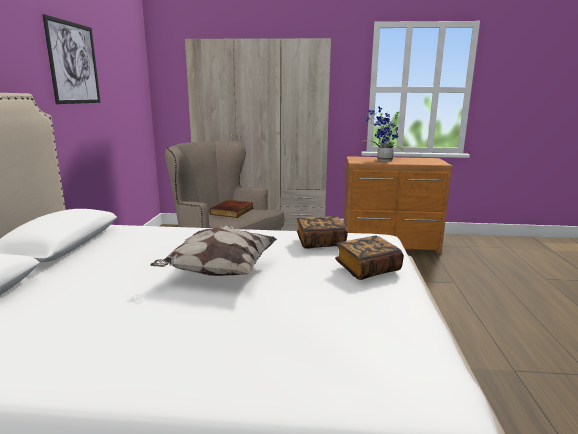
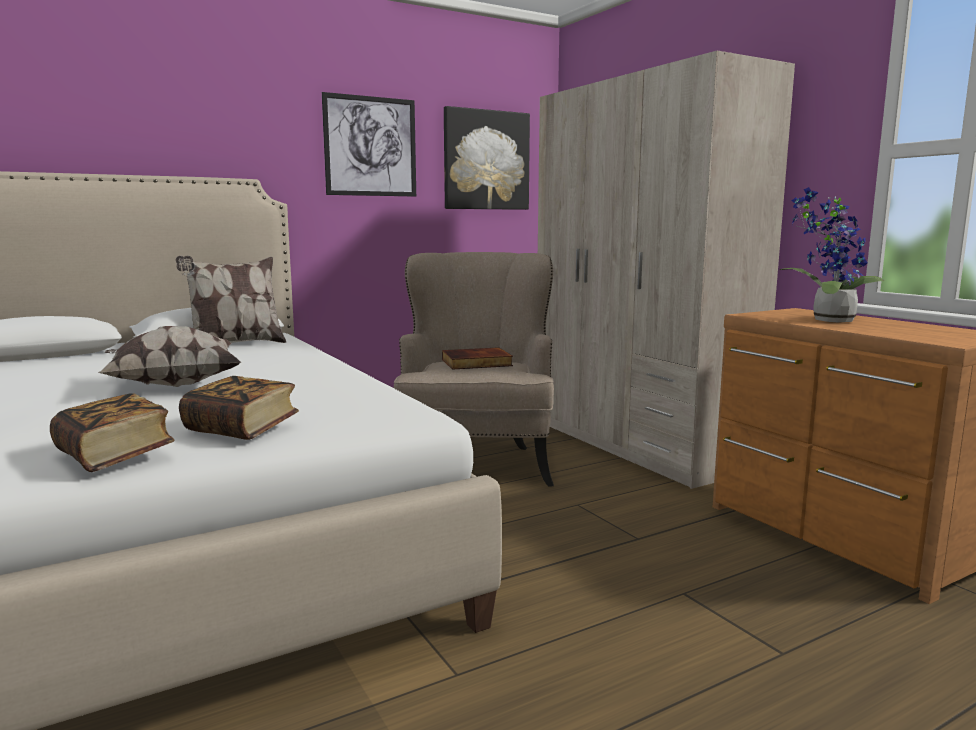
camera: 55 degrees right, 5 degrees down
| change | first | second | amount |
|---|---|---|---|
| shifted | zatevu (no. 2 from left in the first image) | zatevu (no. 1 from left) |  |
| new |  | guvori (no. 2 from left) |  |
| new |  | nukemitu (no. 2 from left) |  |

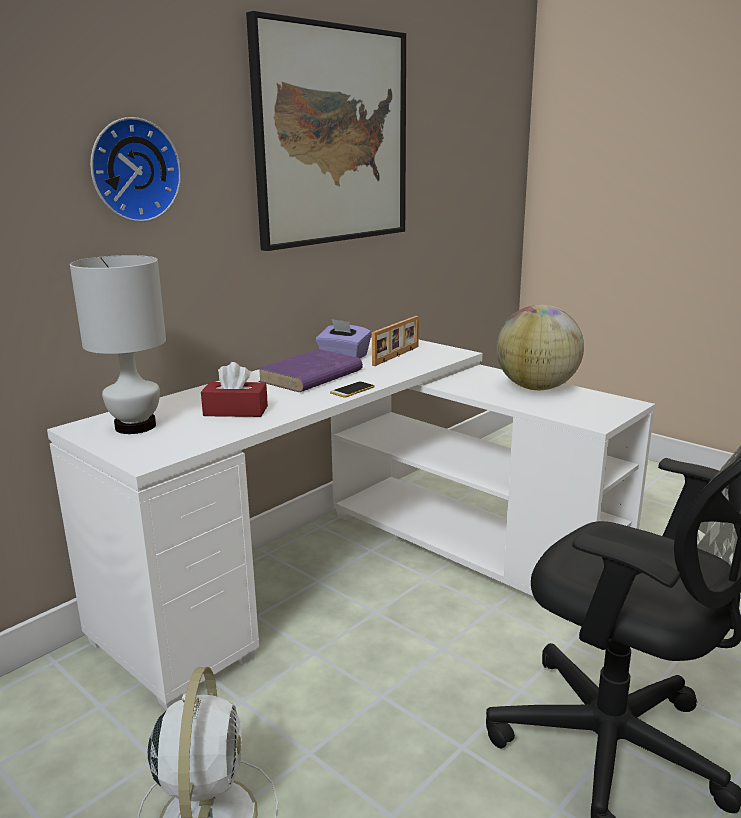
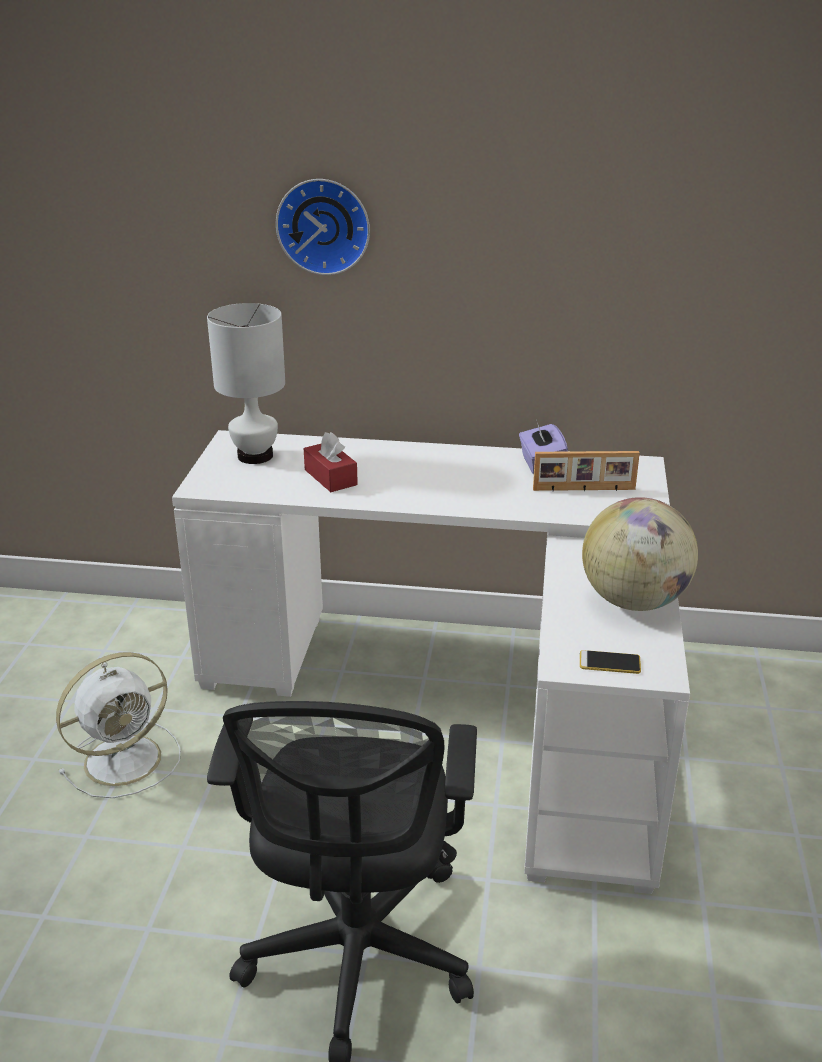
camera: 55 degrees right, 10 degrees up
| change | first | second | amount |
|---|---|---|---|
| shifted | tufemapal |  |  |
| gone | nukemitu |  |  |
| gone | purple_zatevu |  |  |

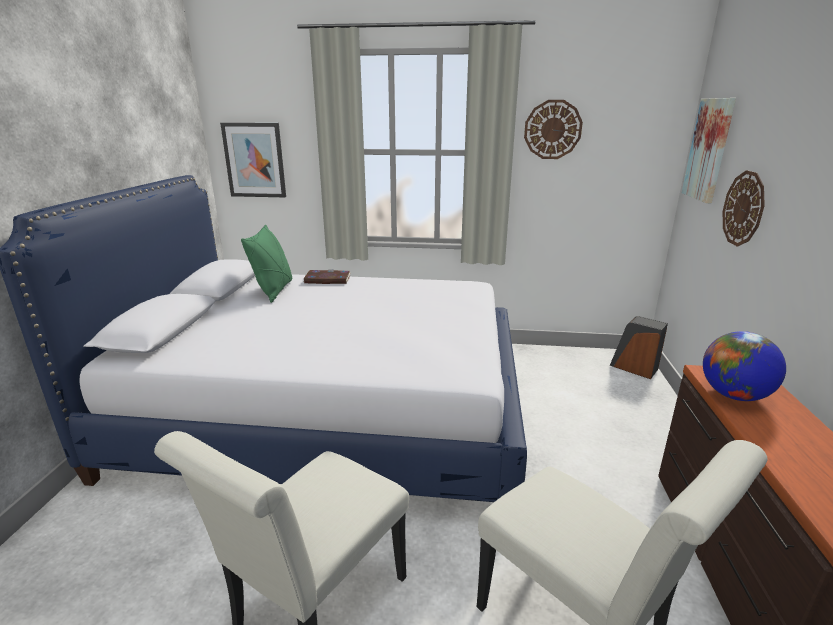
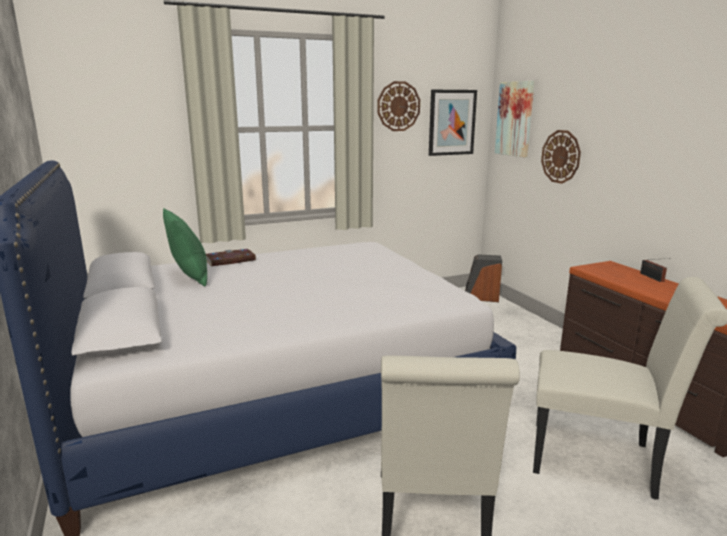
camera: 30 degrees left, 5 degrees down
| change | first | second | amount |
|---|---|---|---|
| shifted | nukemitu (no. 1 from left) |  |  |
| new |  | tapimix |  |
| gone | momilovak |  |  |

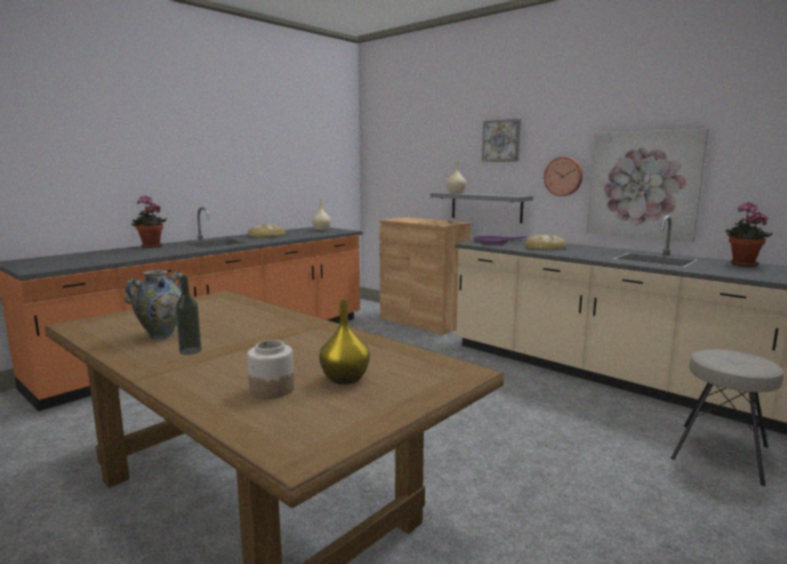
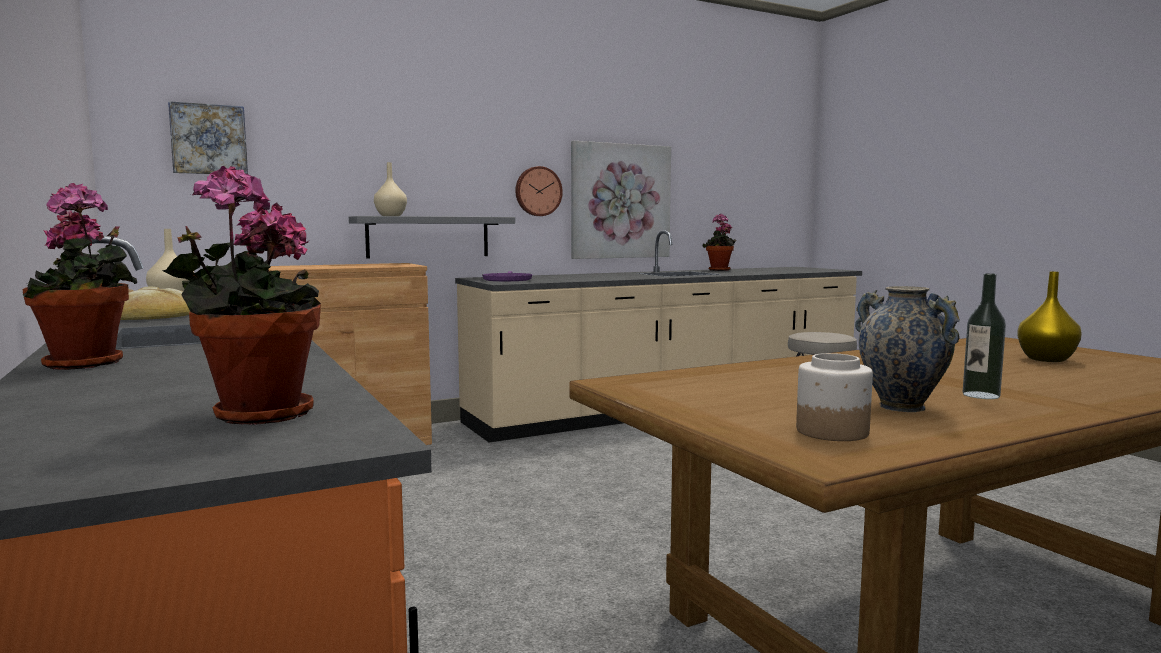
camera: 70 degrees left, 5 degrees down
| change | first | second | amount |
|---|---|---|---|
| new |  | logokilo (no. 2 from left) |  |
| shifted | nukemitu (no. 1 from left) |  |  |
| shifted | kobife |  |  |
| gone | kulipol (no. 2 from left) |  |  |

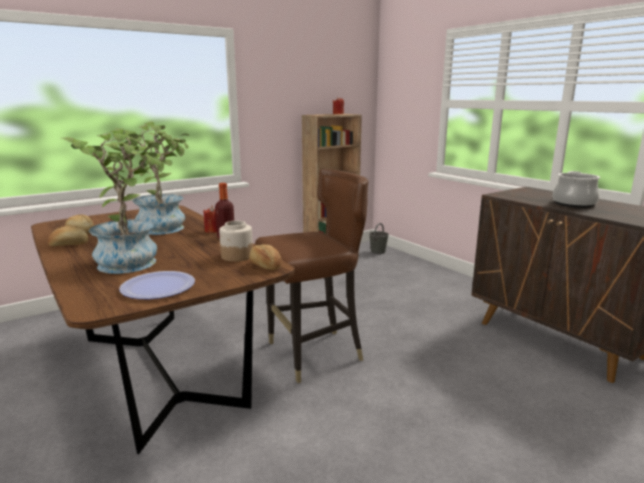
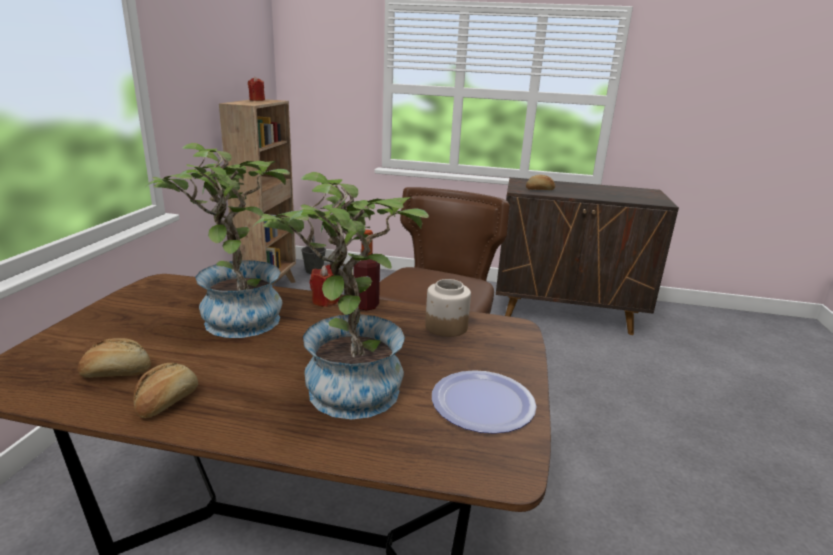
camera: 45 degrees left, 5 degrees up
| change | first | second | amount |
|---|---|---|---|
| shifted | kulipol (no. 3 from left) |  |  |
| gone | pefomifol |  |  |

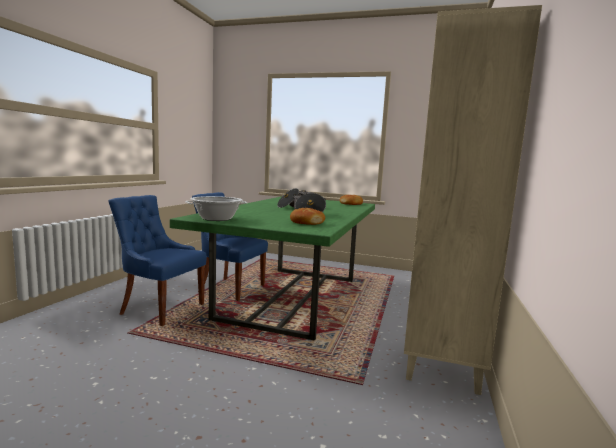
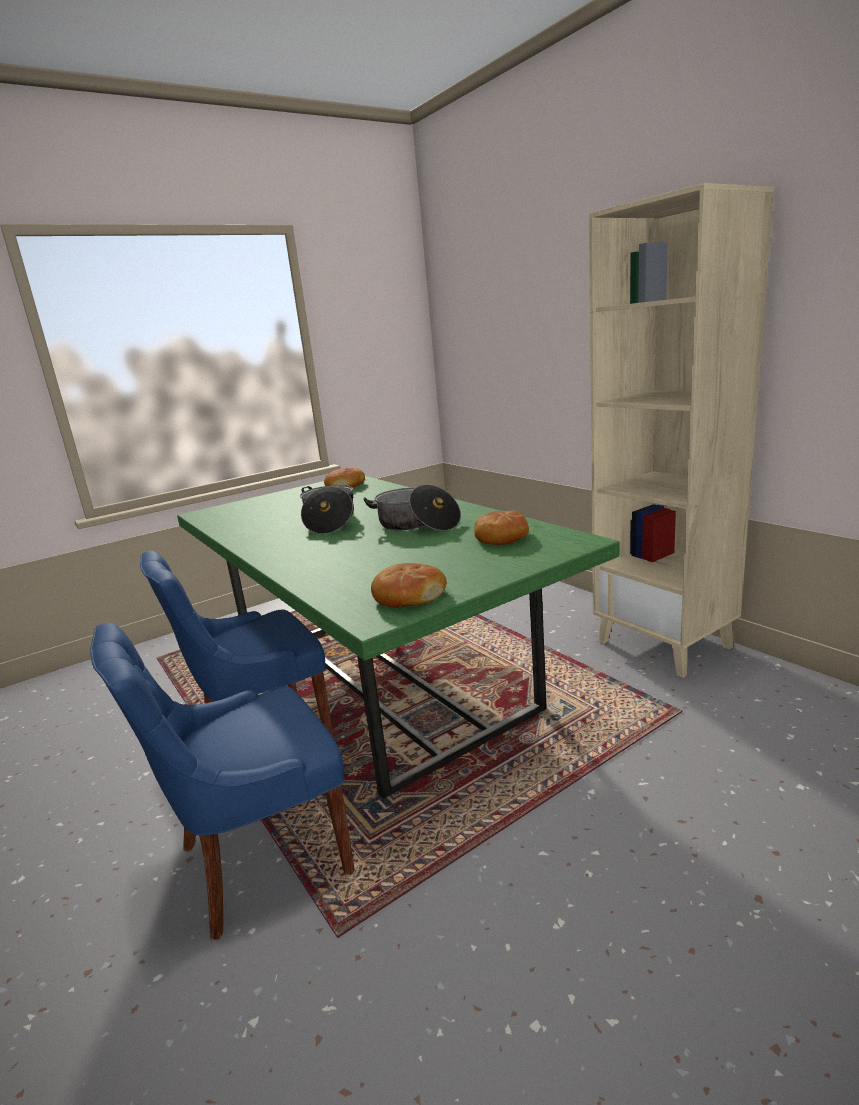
camera: 50 degrees left, 10 degrees up
| change | first | second | amount |
|---|---|---|---|
| swapped | pefomifol (no. 1 from left) | kulipol (no. 2 from left) |  |

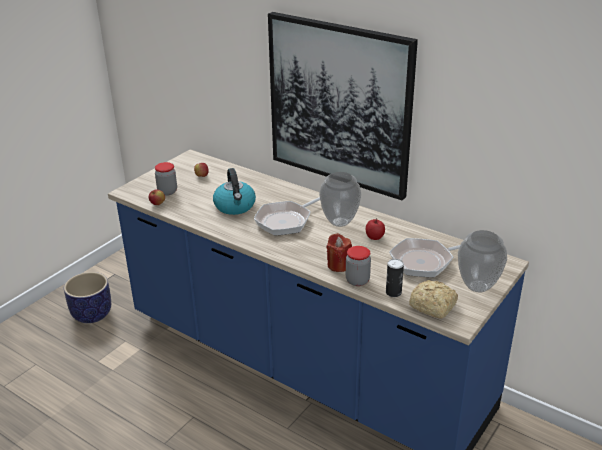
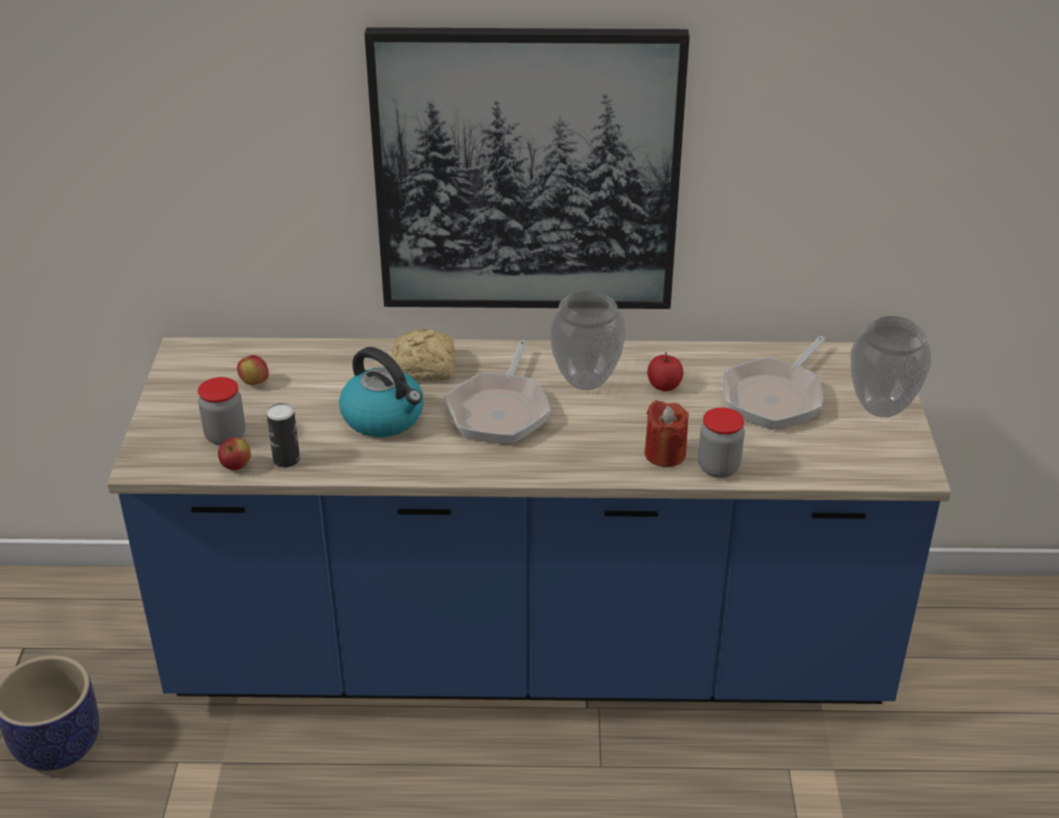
camera: 35 degrees left, 5 degrees up
| change | first | second | amount |
|---|---|---|---|
| shifted | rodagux |  |  |
| shifted | kulipol |  |  |

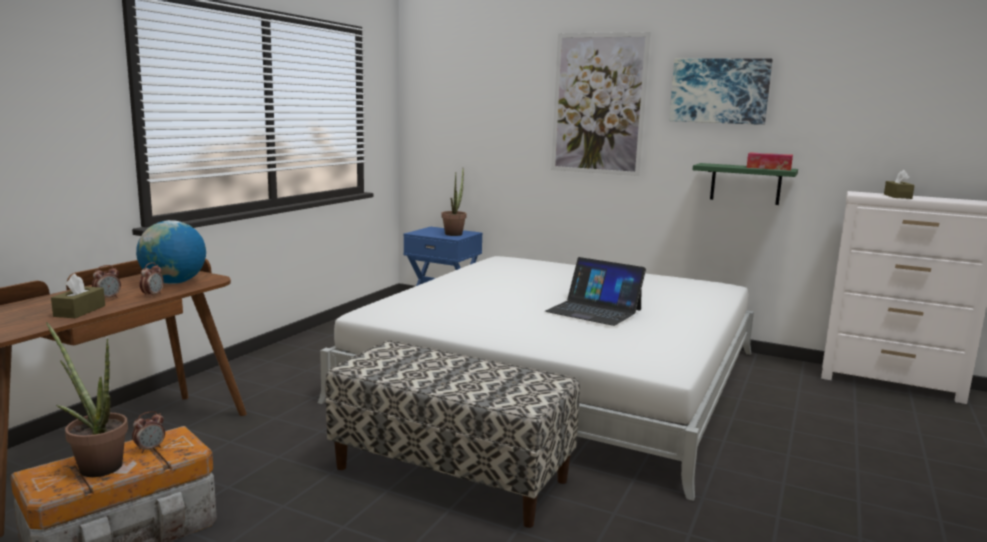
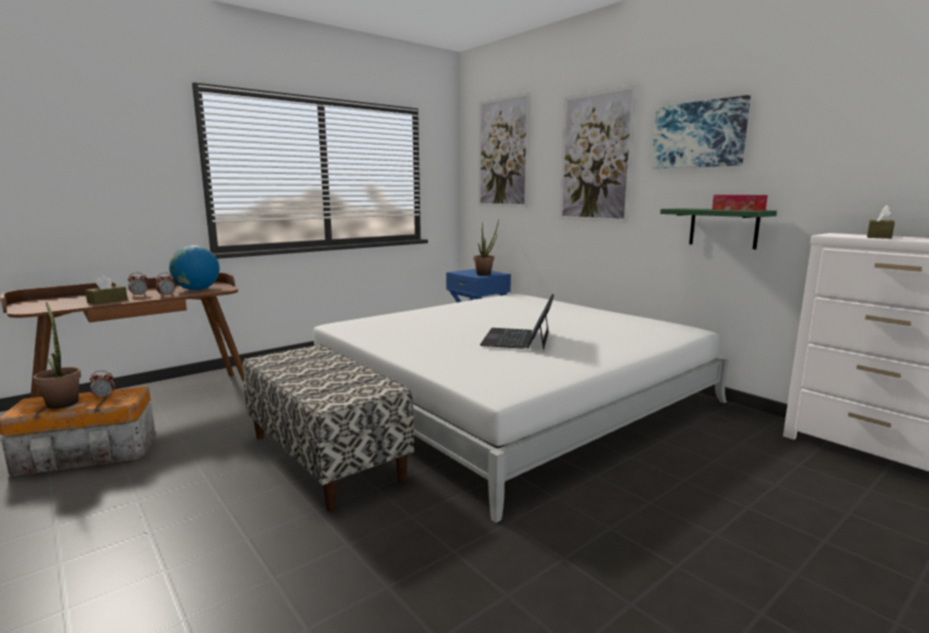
camera: 25 degrees right, 0 degrees up
| change | first | second | amount |
|---|---|---|---|
| new |  | nukemitu (no. 1 from left) |  |
| rotated | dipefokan |  | 45 degrees clockwise |

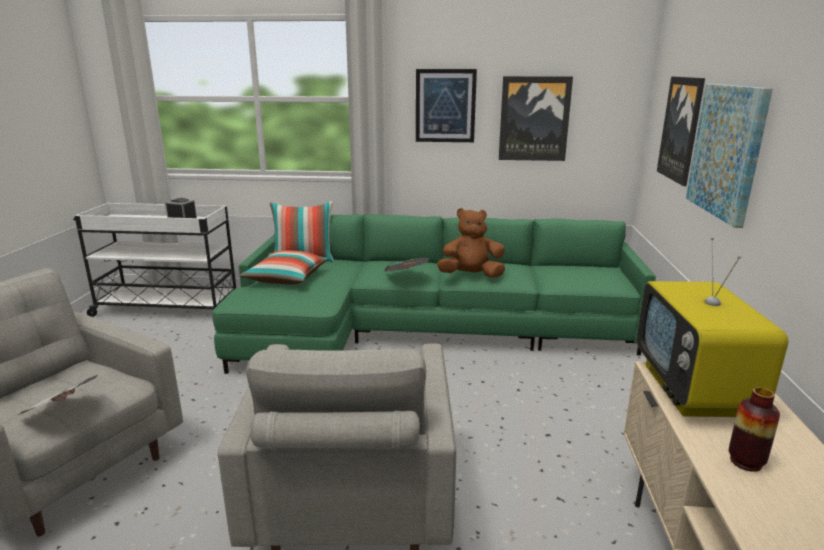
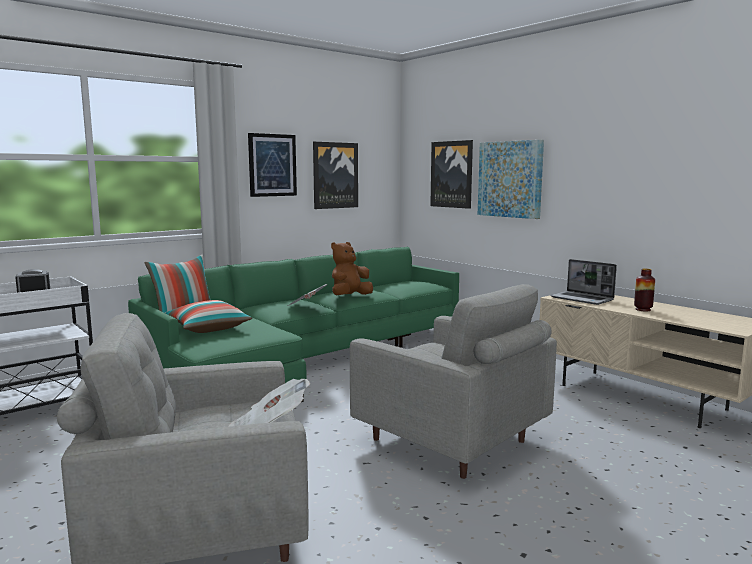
camera: 45 degrees left, 10 degrees down
| change | first | second | amount |
|---|---|---|---|
| swapped | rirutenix | dipefokan |  |

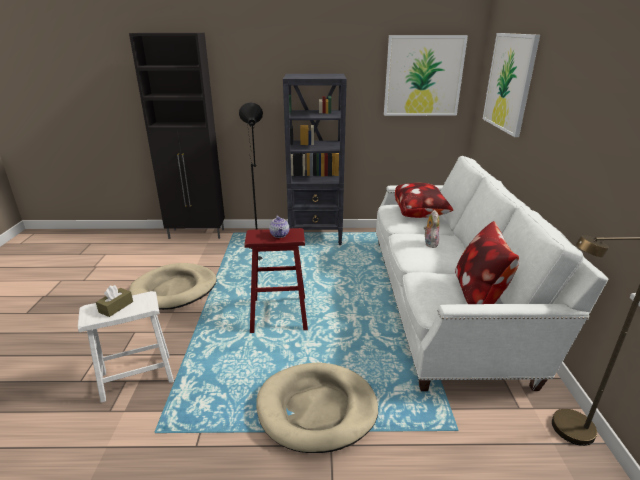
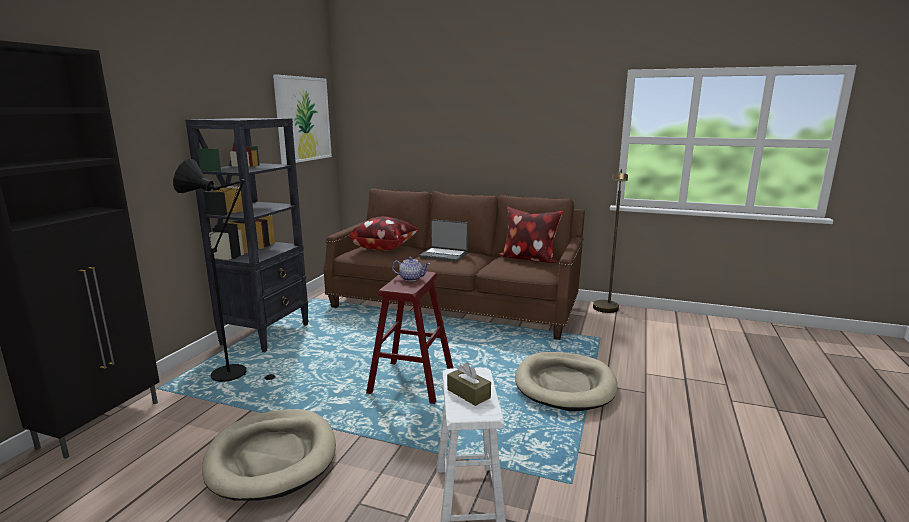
camera: 70 degrees left, 10 degrees down
| change | first | second | amount |
|---|---|---|---|
| repainted | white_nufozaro | brown_nufozaro |  |
| swapped | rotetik | dipefokan |  |
| gone | nukemitu (no. 2 from left) |  |  |

